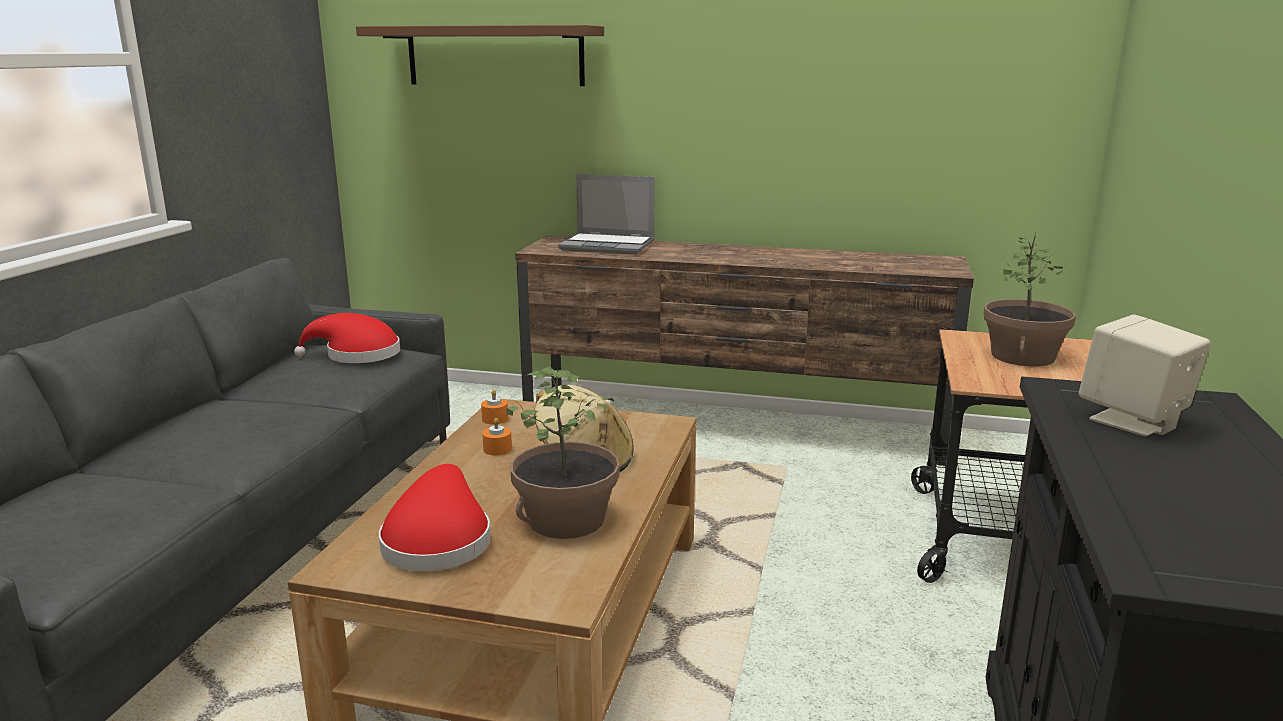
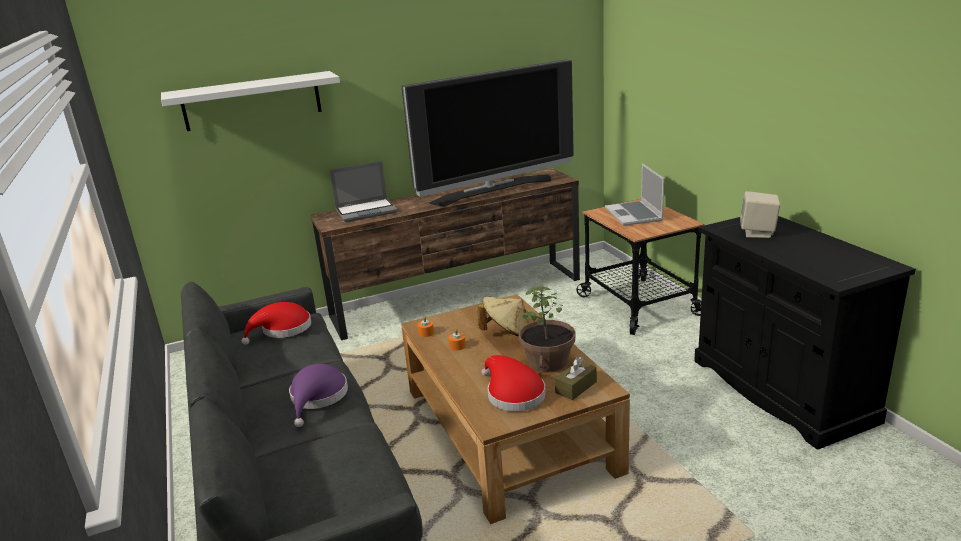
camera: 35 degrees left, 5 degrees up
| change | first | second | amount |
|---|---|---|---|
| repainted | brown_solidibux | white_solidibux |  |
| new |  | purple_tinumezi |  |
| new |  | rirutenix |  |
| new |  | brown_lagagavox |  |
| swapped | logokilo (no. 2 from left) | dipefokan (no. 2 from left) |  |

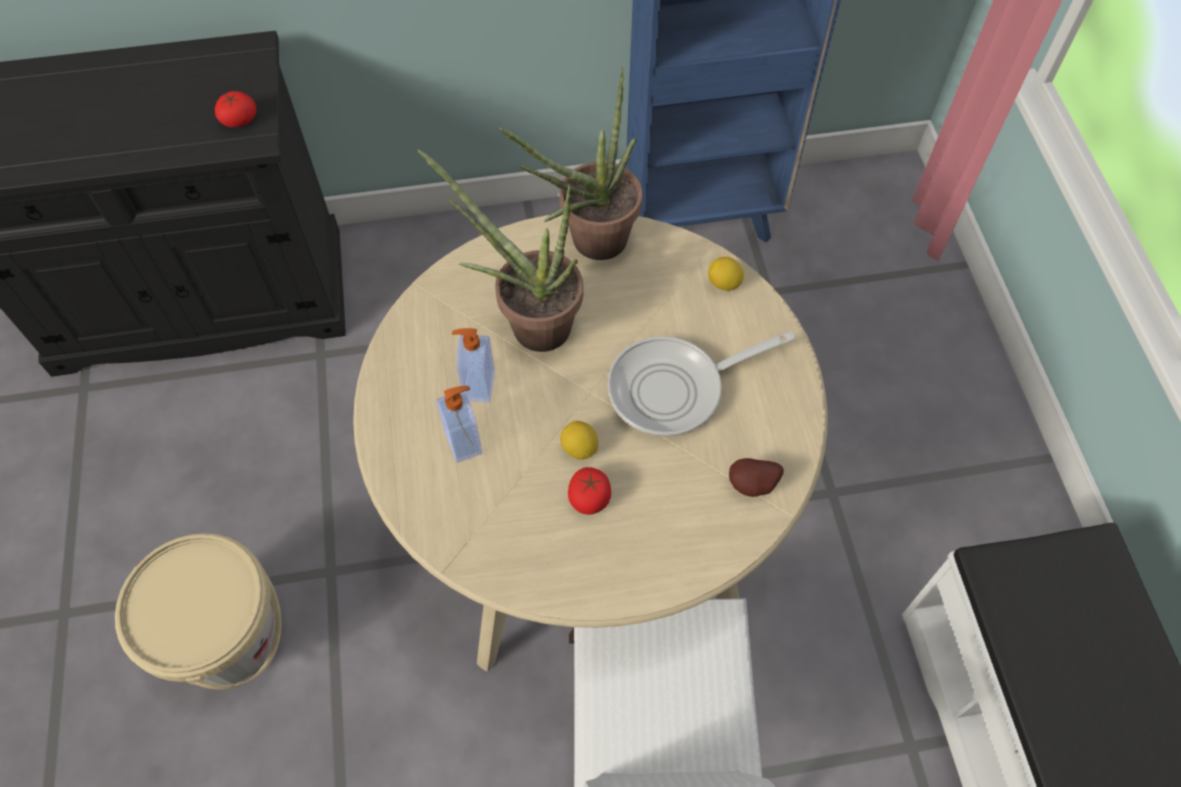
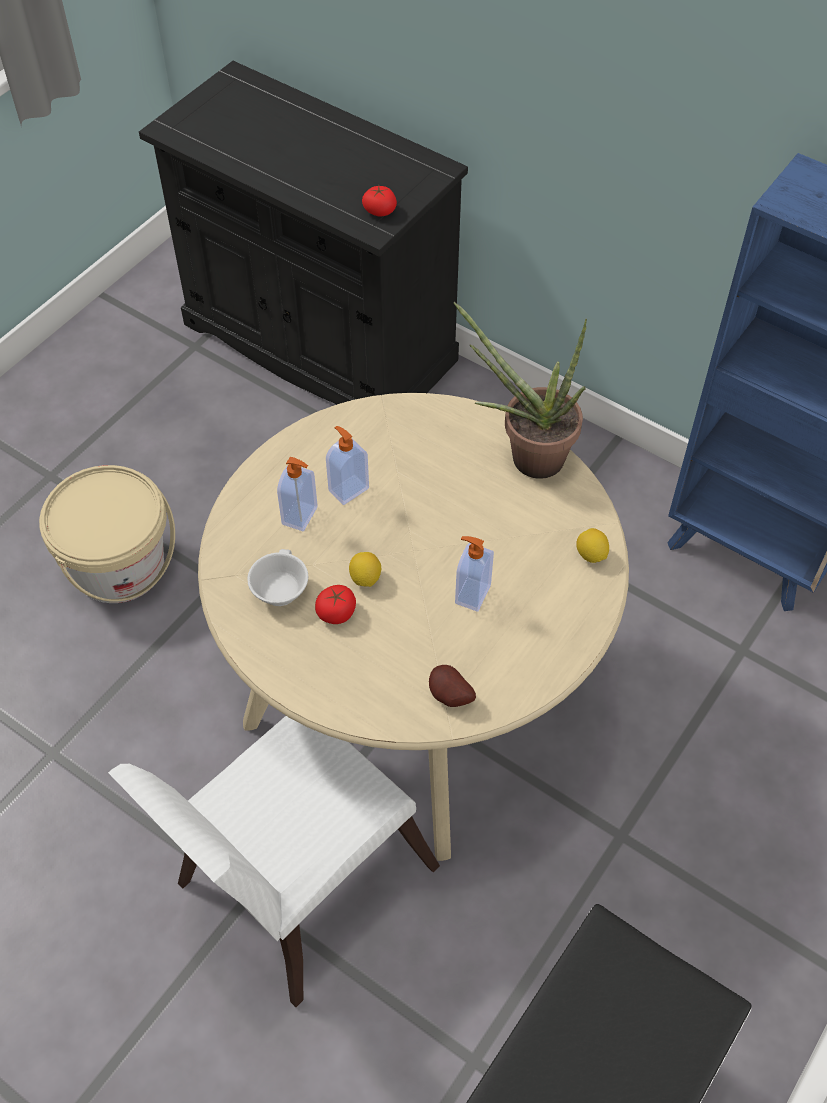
camera: 45 degrees right, 5 degrees down
| change | first | second | amount |
|---|---|---|---|
| new |  | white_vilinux |  |
| swapped | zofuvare | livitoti (no. 3 from left) |  |
| gone | logokilo (no. 1 from left) |  |  |

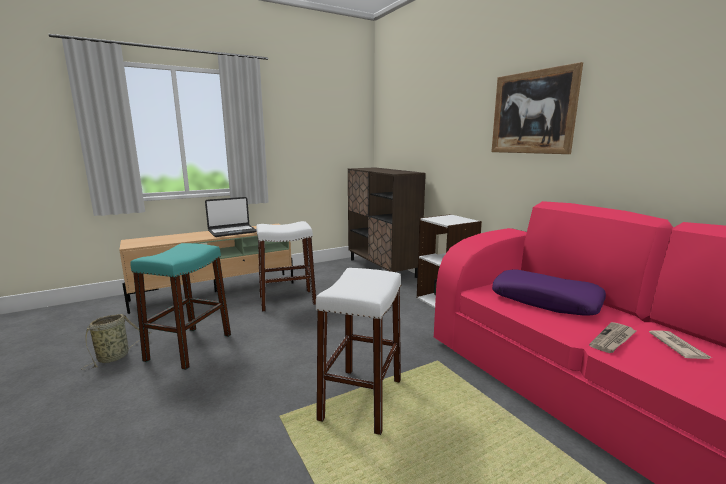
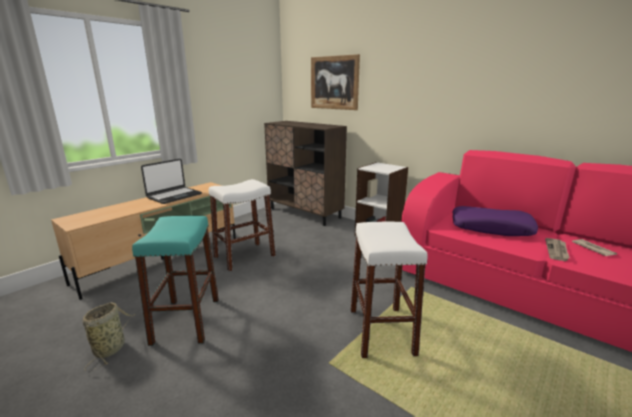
camera: 20 degrees left, 5 degrees up
| change | first | second | amount |
|---|---|---|---|
| shifted | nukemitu |  |  |

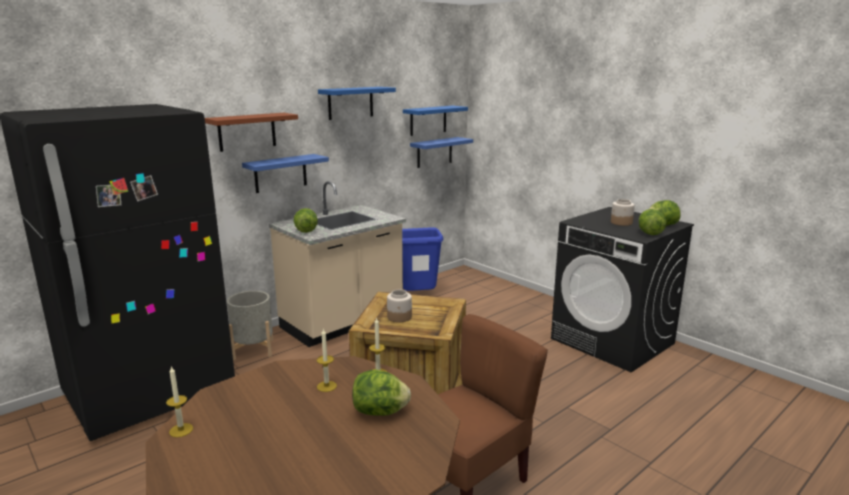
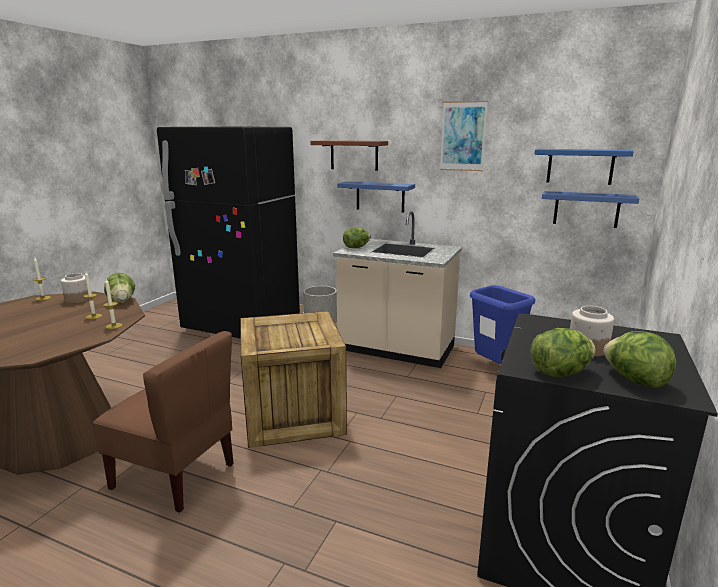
camera: 65 degrees right, 0 degrees up
| change | first | second | amount |
|---|---|---|---|
| shifted | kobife (no. 1 from left) |  |  |
| shifted | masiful (no. 2 from left in the first image) | masiful (no. 1 from left) |  |
| swapped | blue_solidibux (no. 2 from left) | nukemitu |  |

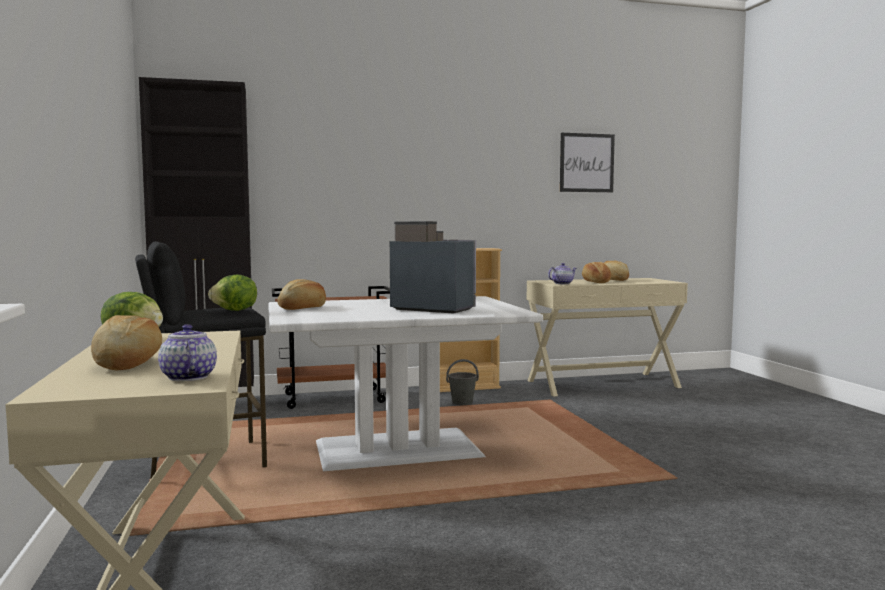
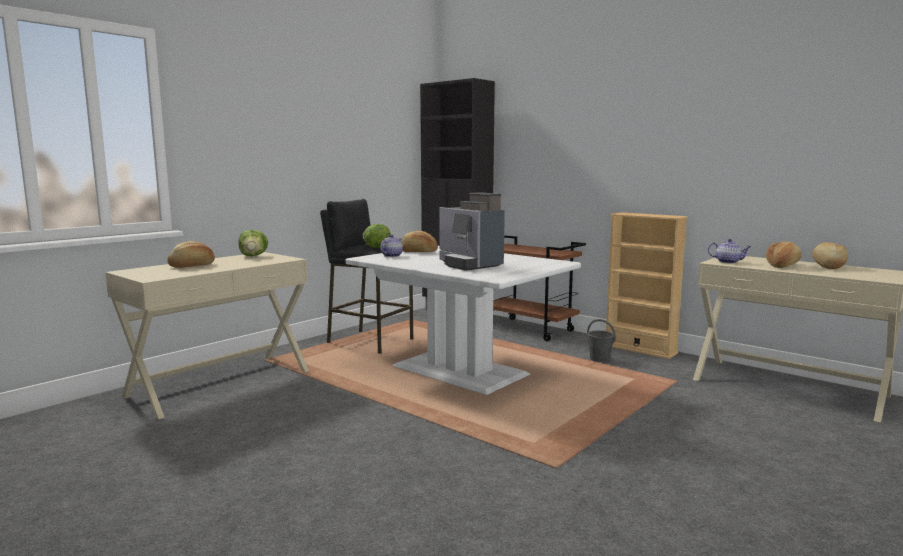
camera: 55 degrees right, 5 degrees up
| change | first | second | amount |
|---|---|---|---|
| shifted | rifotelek (no. 1 from left) |  |  |
| rotated | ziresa |  | 150 degrees clockwise |
| gone | nukemitu |  |  |

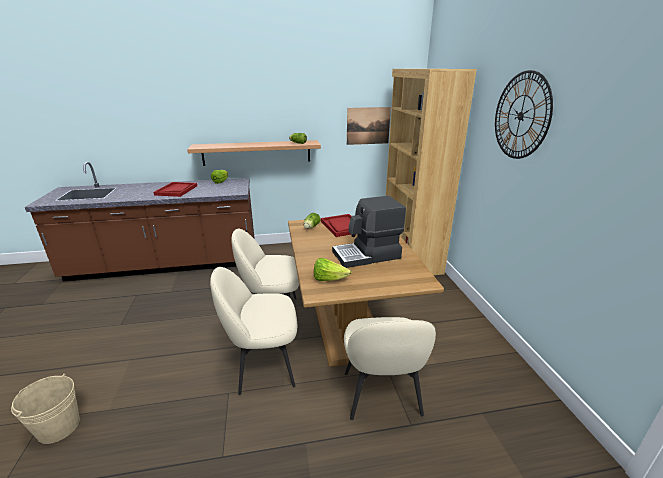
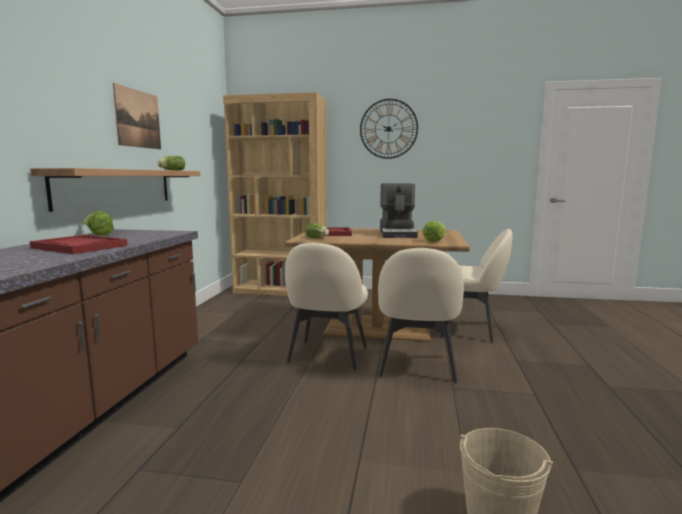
camera: 70 degrees left, 15 degrees down
| change | first | second | amount |
|---|---|---|---|
| shifted | nukemitu |  |  |

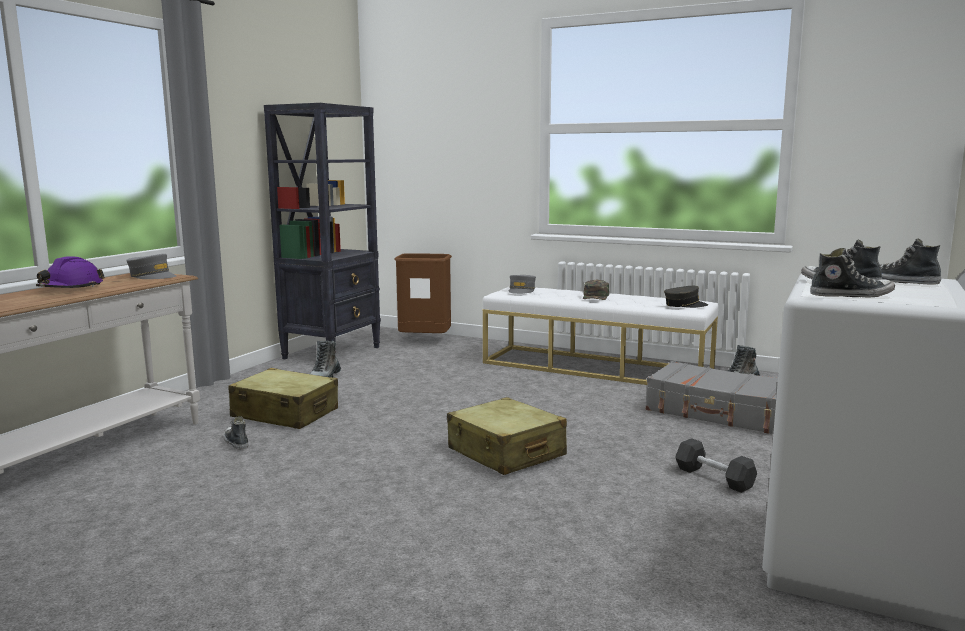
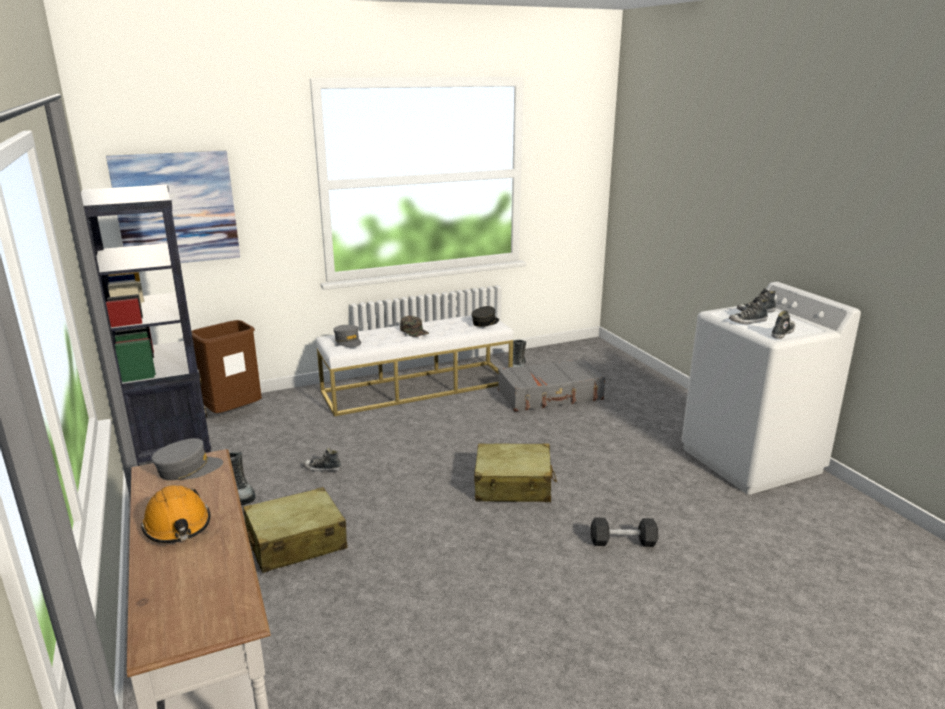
camera: 50 degrees left, 10 degrees up
| change | first | second | amount |
|---|---|---|---|
| new |  | nukemitu |  |
| repainted | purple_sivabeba | orange_sivabeba |  |
| shifted | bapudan (no. 1 from left) |  |  |
| shifted | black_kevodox |  |  |

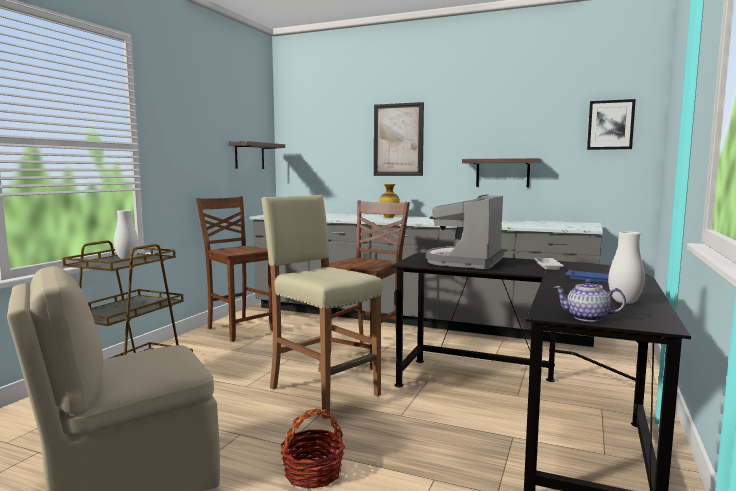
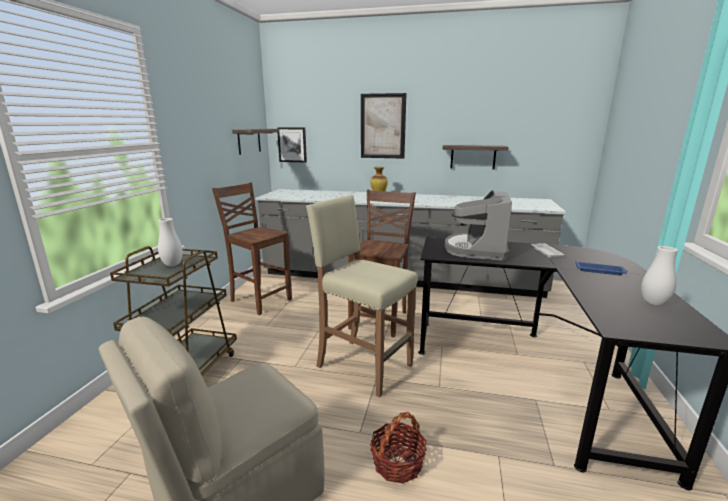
camera: 10 degrees left, 10 degrees up
| change | first | second | amount |
|---|---|---|---|
| shifted | nukemitu (no. 2 from left in the first image) | nukemitu (no. 1 from left) |  |
| gone | rifotelek |  |  |

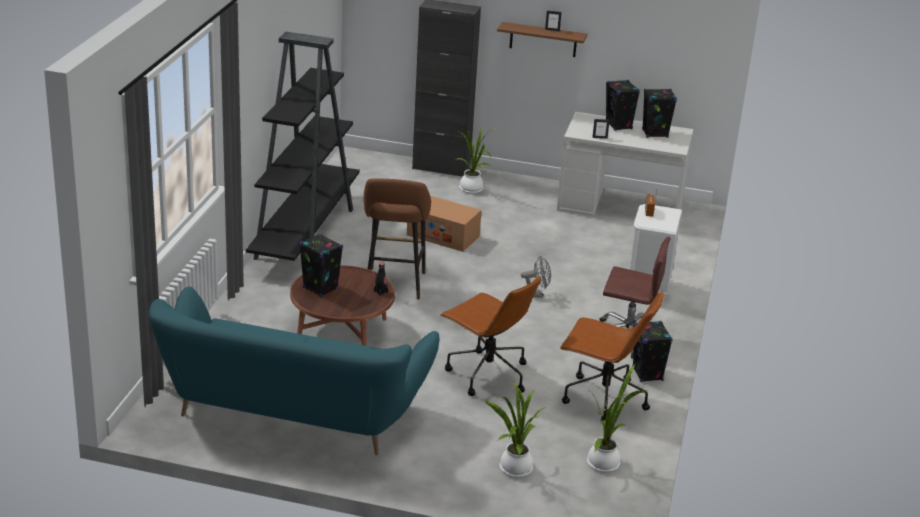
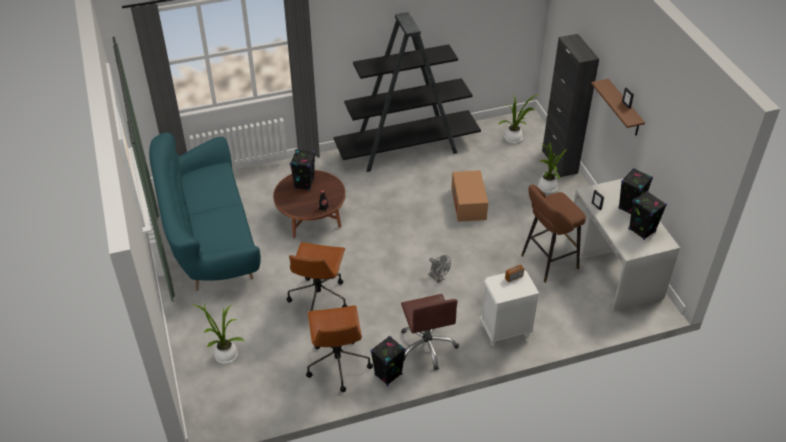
camera: 60 degrees right, 15 degrees up
| change | first | second | amount |
|---|---|---|---|
| shifted | logokilo (no. 3 from left in the first image) | logokilo (no. 2 from left) |  |
| shifted | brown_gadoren |  |  |

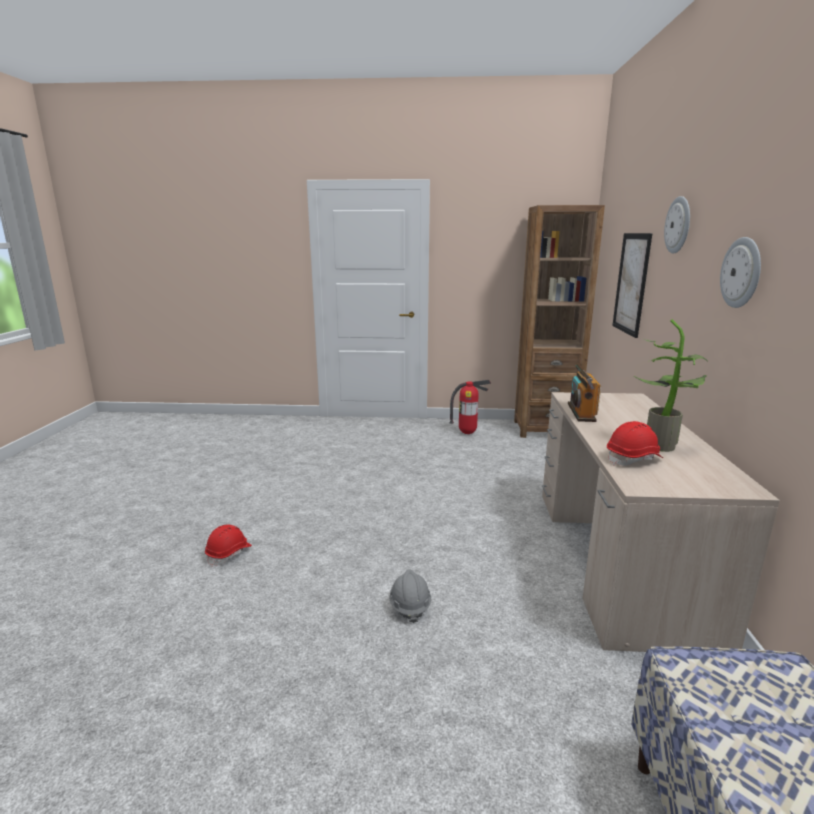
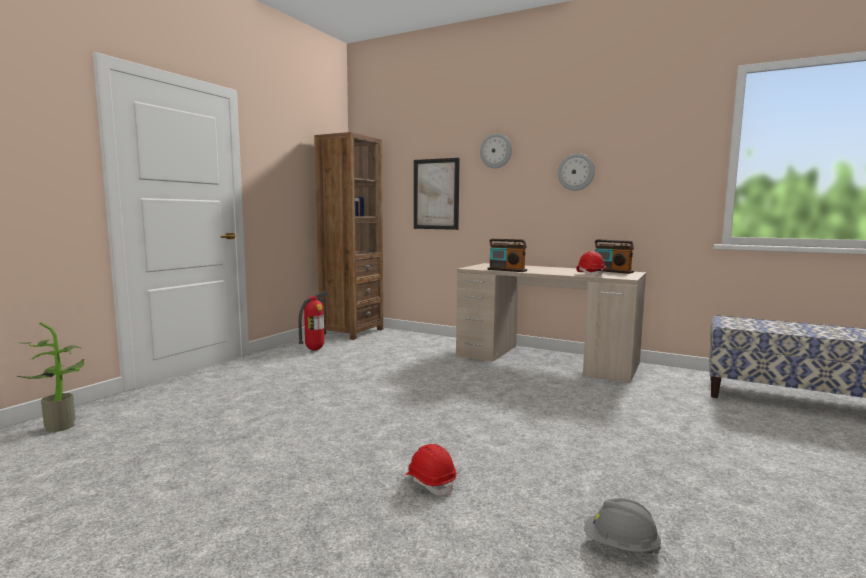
camera: 65 degrees left, 10 degrees down
| change | first | second | amount |
|---|---|---|---|
| shifted | logokilo |  |  |
| shifted | grey_sivabeba |  |  |
| new |  | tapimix (no. 2 from left) |  |

